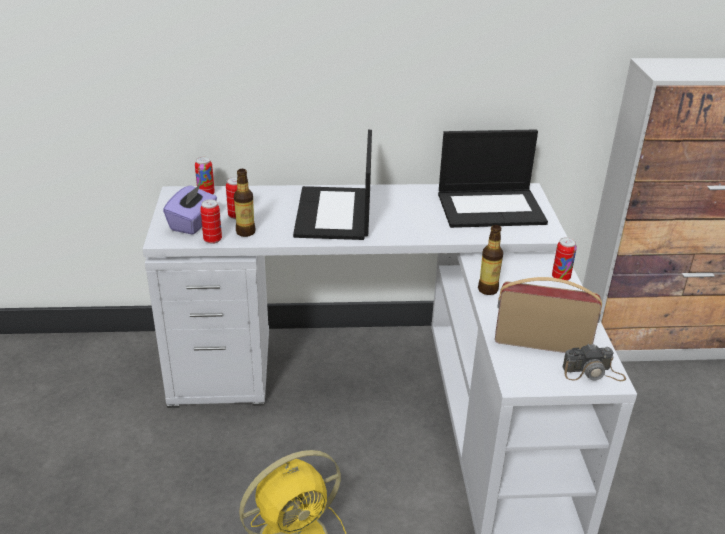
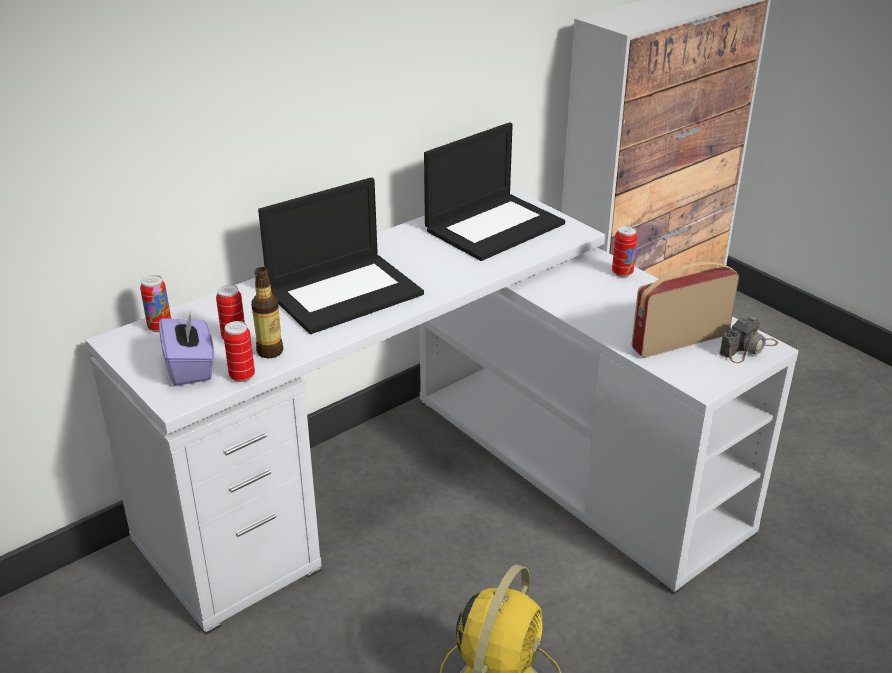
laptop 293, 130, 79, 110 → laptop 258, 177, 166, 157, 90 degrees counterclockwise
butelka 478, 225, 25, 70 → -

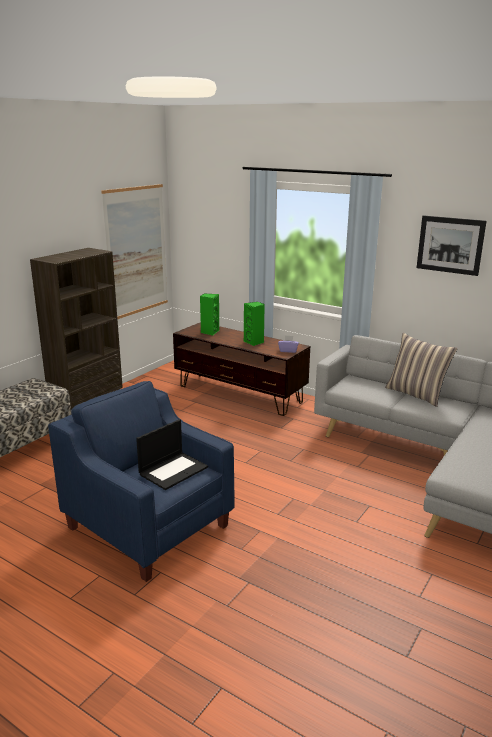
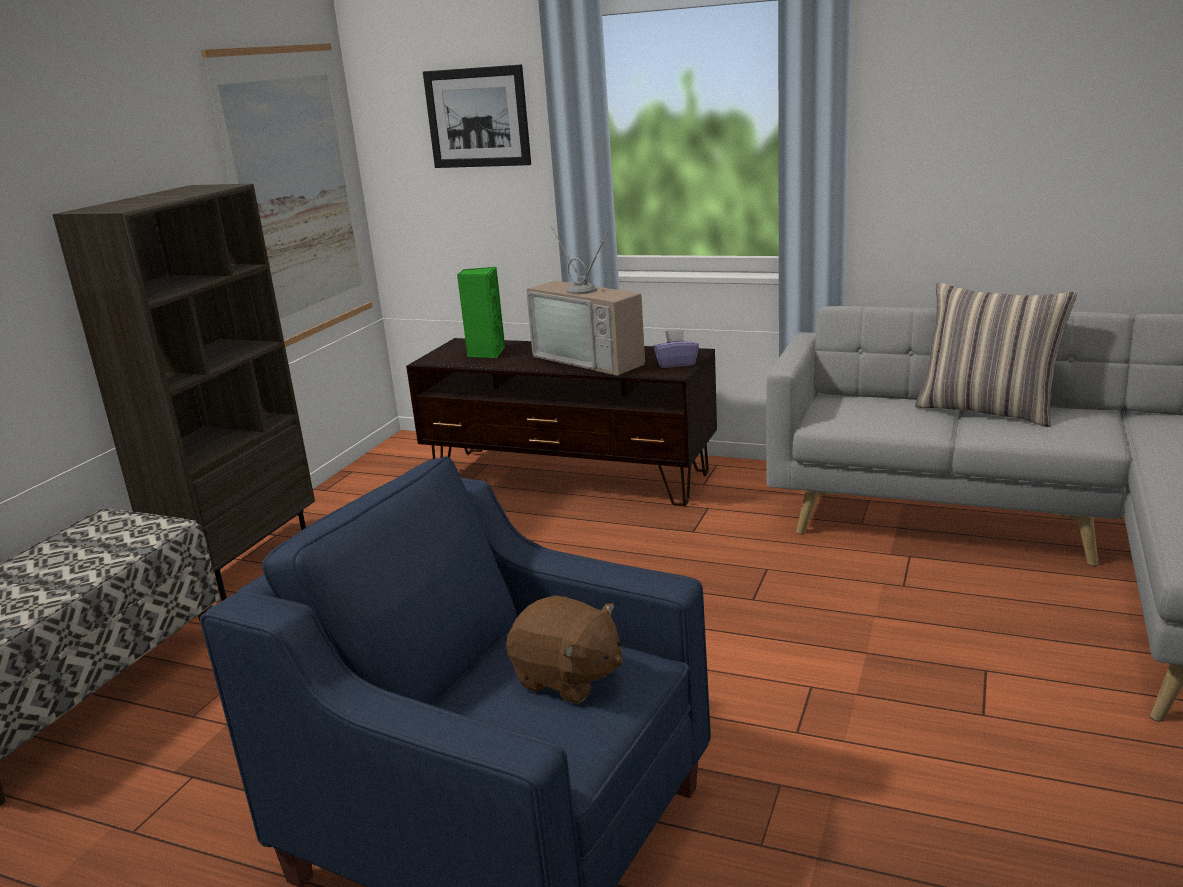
obraz 417, 215, 69, 61 → obraz 423, 64, 108, 104, move
laptop 136, 419, 72, 71 → pluszak (brązowy) 506, 596, 117, 108
głośnik (zielony) 244, 302, 21, 44 → telewizor 527, 226, 118, 149

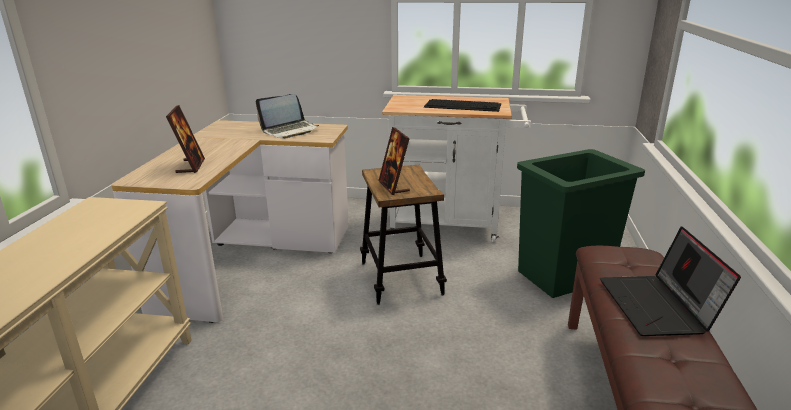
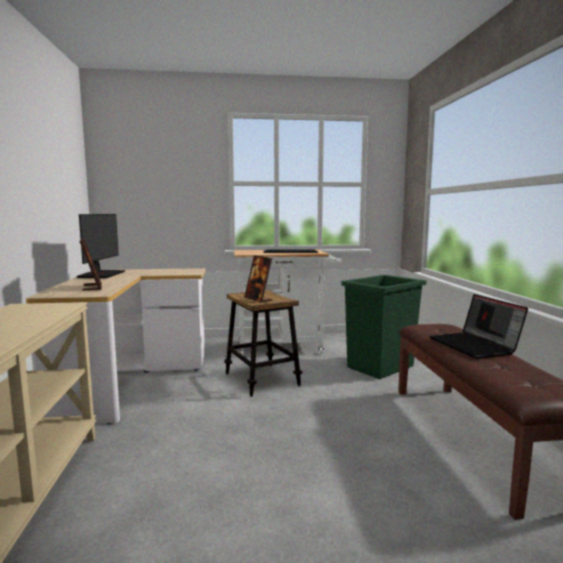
- → monitor 76, 214, 49, 64
laptop 256, 94, 63, 45 → -

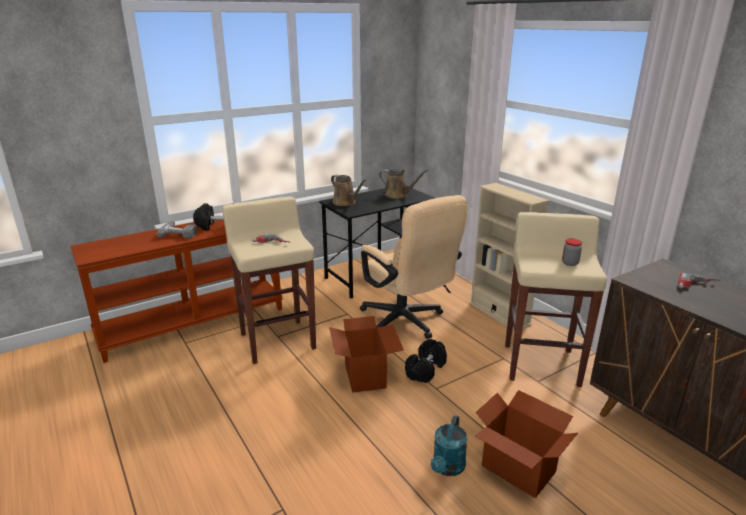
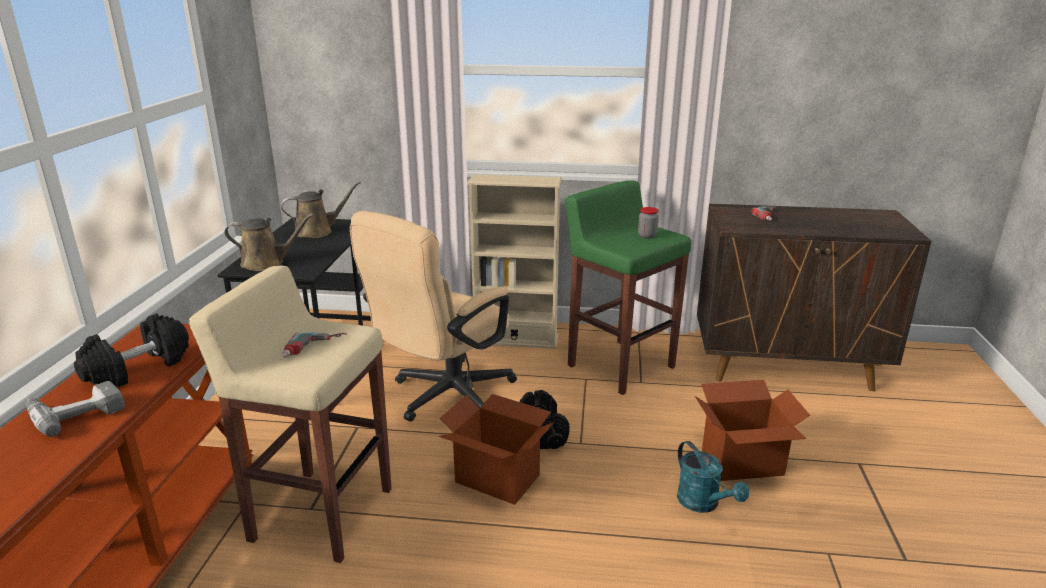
krzesło biurowe (beżowy) 360, 195, 107, 144 → krzesło biurowe (beżowy) 350, 211, 167, 210, 120 degrees clockwise
stołek (beżowy) 505, 212, 102, 175 → stołek (zielony) 565, 180, 126, 215

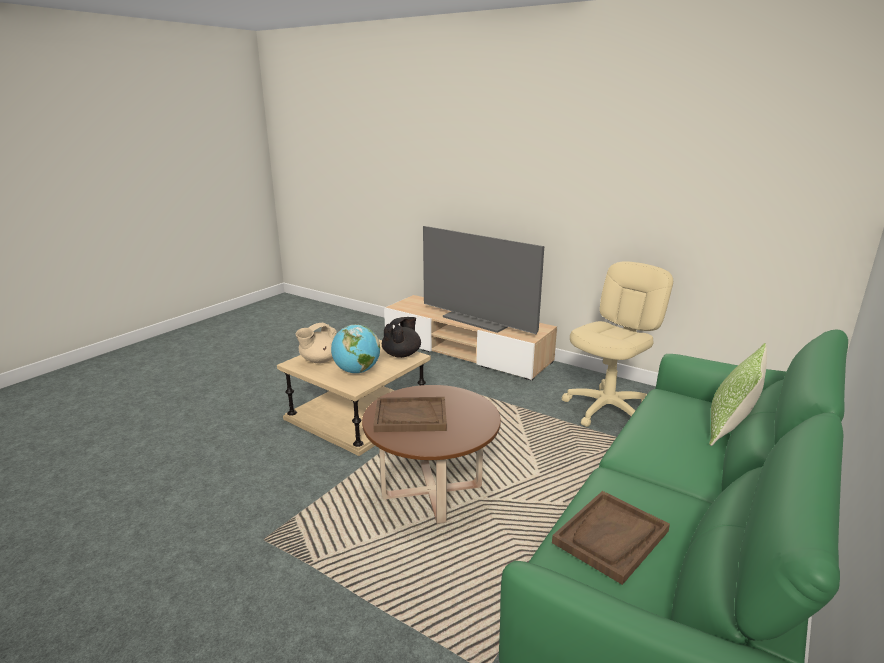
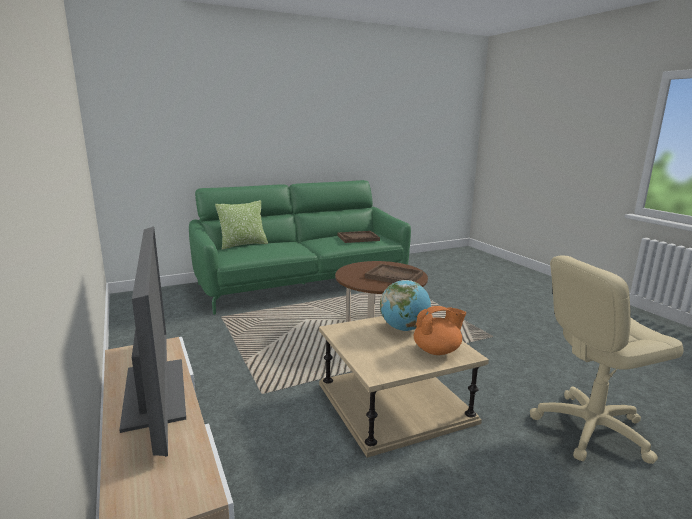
imbryk (beżowy) 296, 322, 41, 41 → imbryk (pomarańczowy) 414, 306, 52, 49
krzesło biurowe (beżowy) 562, 261, 111, 166 → krzesło biurowe (beżowy) 530, 256, 154, 208, move
imbryk (czarny) 382, 317, 39, 41 → -

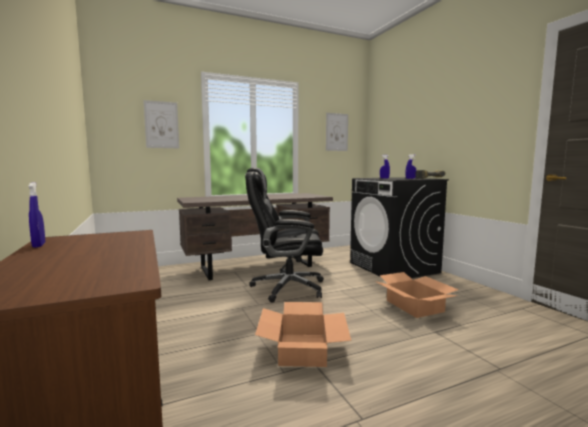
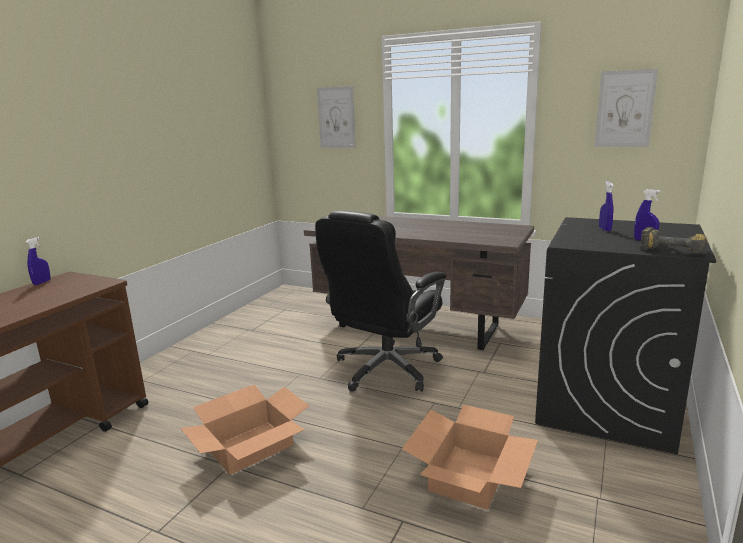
krzesło biurowe (czarny) 245, 167, 79, 136 → krzesło biurowe (czarny) 315, 210, 132, 182, 105 degrees counterclockwise

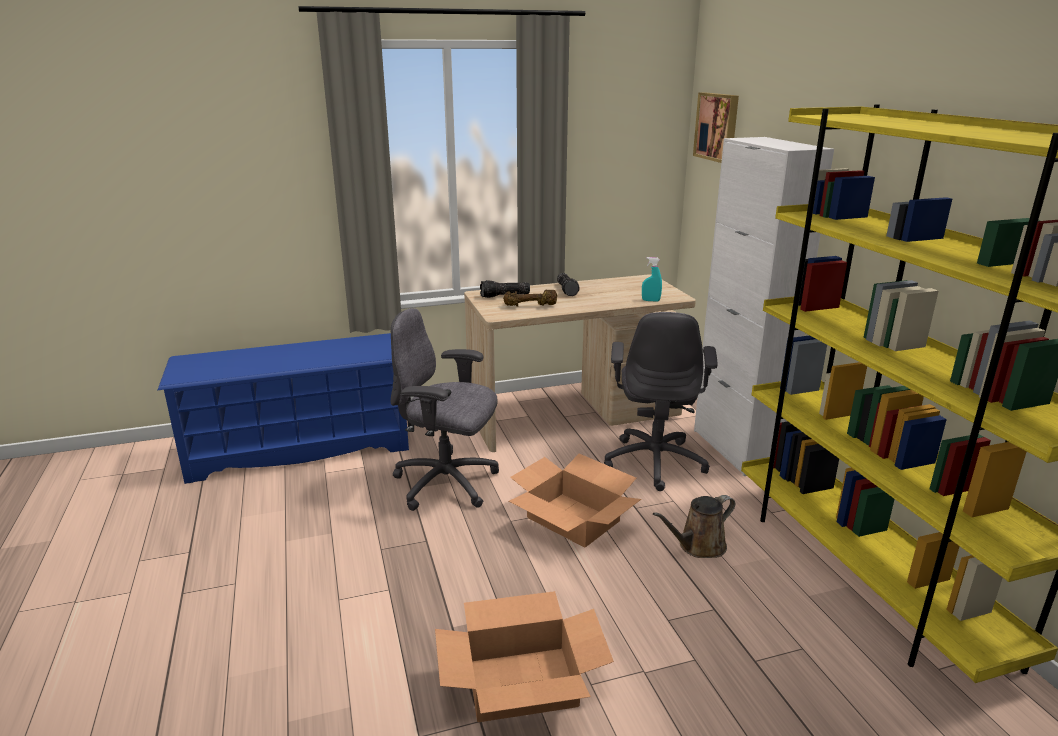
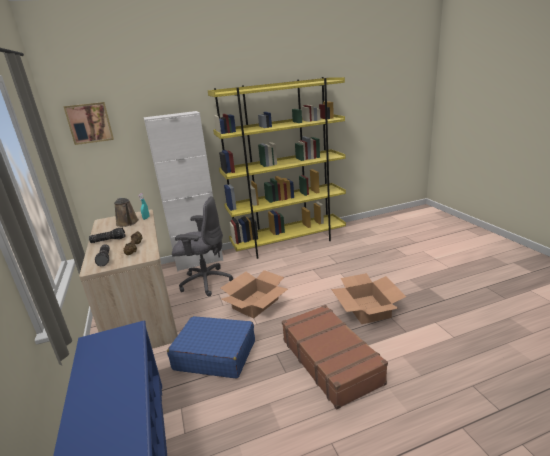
konewka (brązowy) 653, 495, 82, 63 → konewka (brązowy) 114, 197, 25, 30, move
krzesło biurowe (szary) 391, 308, 108, 203 → walizka (niebieski) 167, 316, 88, 62
- → walizka (brązowy) 282, 305, 106, 104

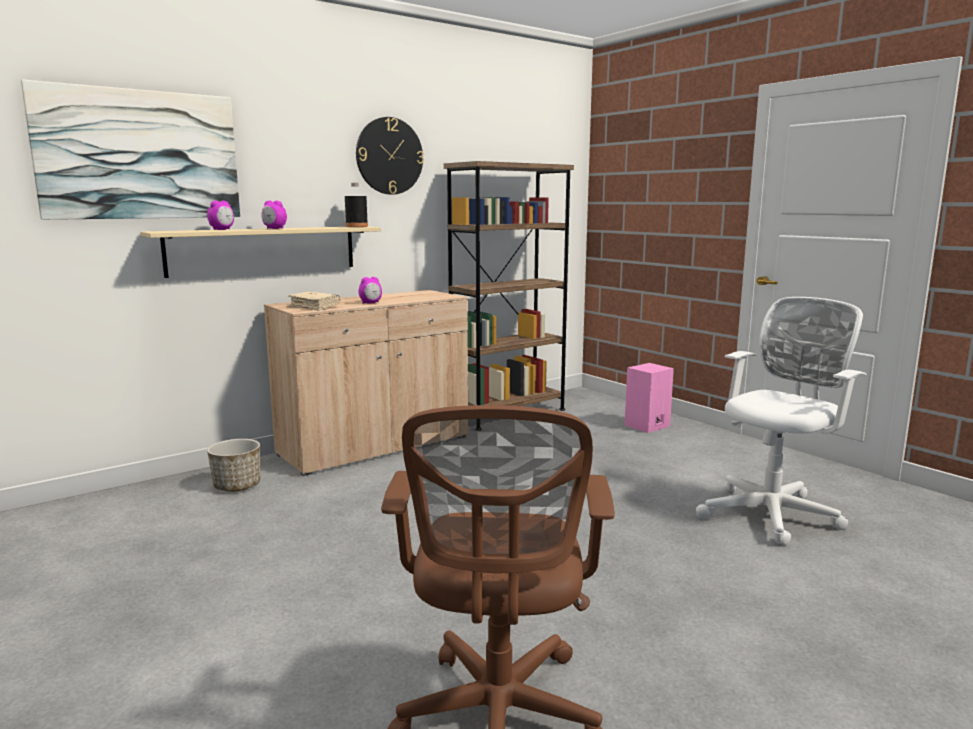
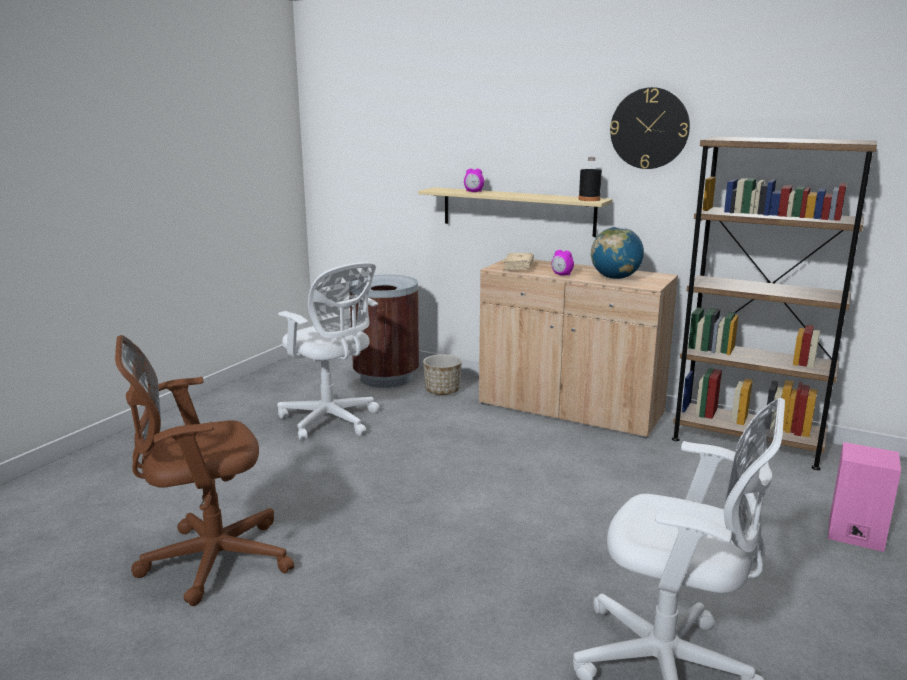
- → krzesło biurowe (biały) 277, 262, 102, 178
- → kosz na śmieci (brązowy) 350, 275, 69, 113
- → globus 591, 227, 53, 52
obraz 21, 79, 219, 141 → -
budzik 261, 201, 26, 28 → -

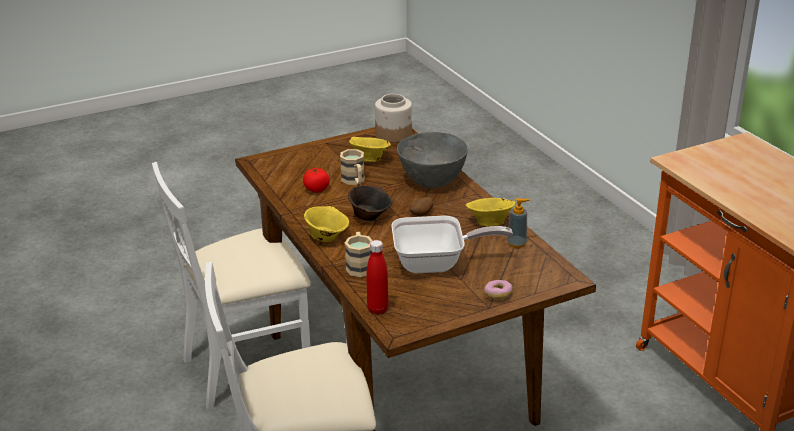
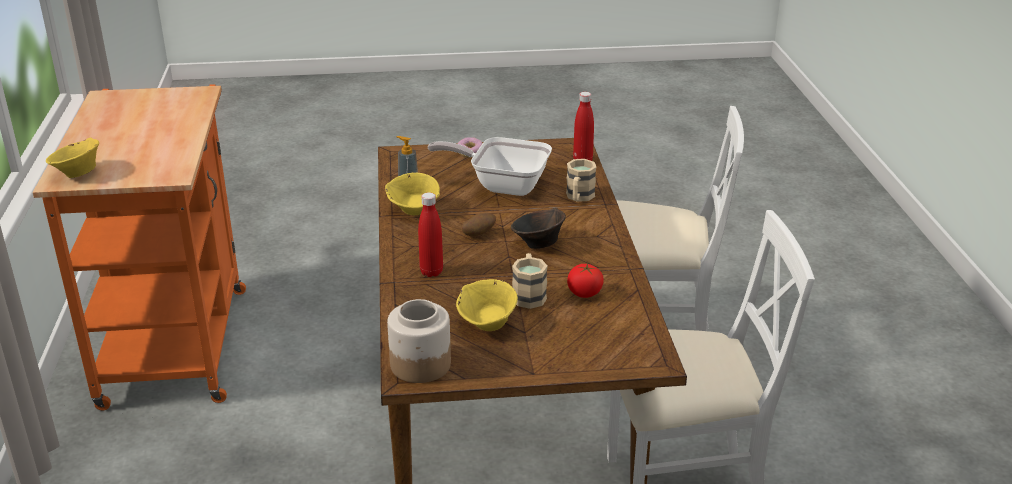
miska (żółty) 304, 206, 45, 36 → miska (żółty) 46, 137, 53, 41, move
miska (szary) 397, 132, 71, 56 → butelka (czerwony) 418, 193, 25, 84

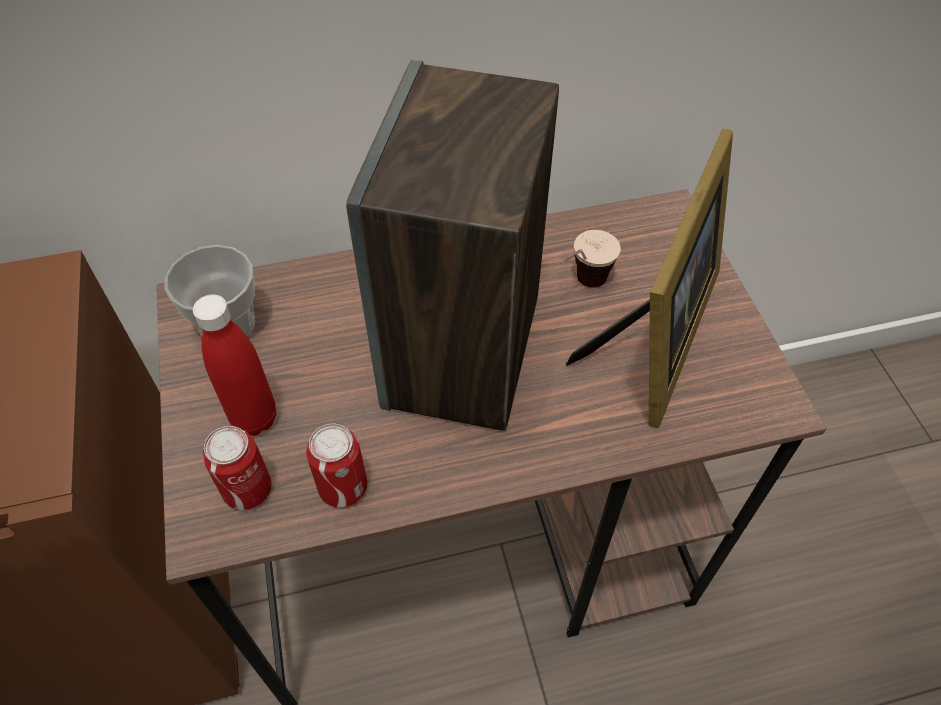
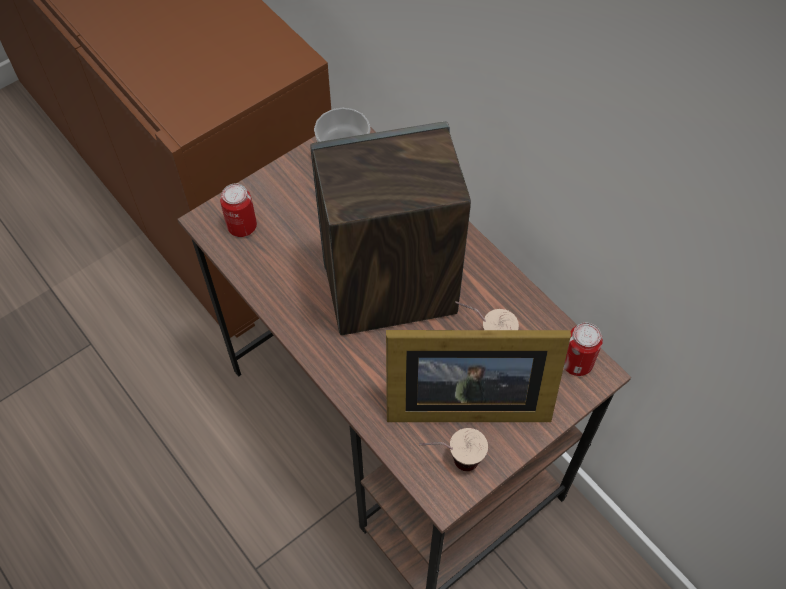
- → filiżanka 419, 428, 69, 43
puszka 306, 423, 62, 85 → puszka 564, 322, 39, 54, move
butelka (czerwony) 193, 294, 83, 142 → -

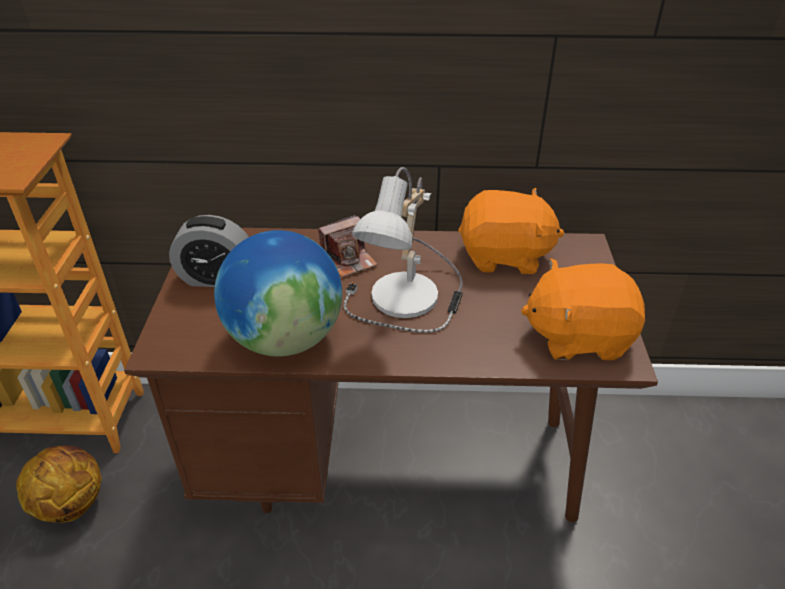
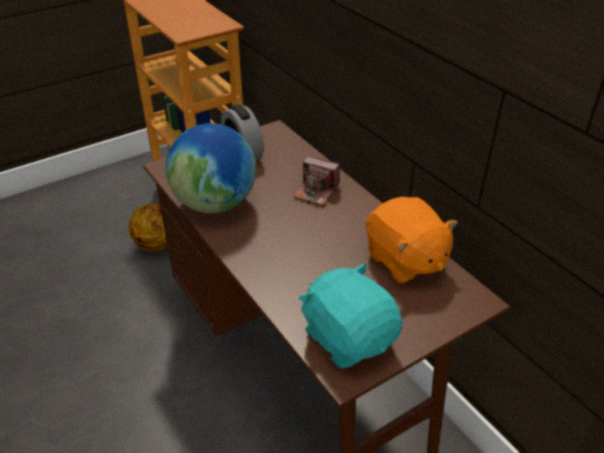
pluszak (pomarańczowy) 521, 258, 124, 102 → pluszak (turkusowy) 299, 263, 104, 105
lampa stołowa 343, 167, 120, 166 → -

